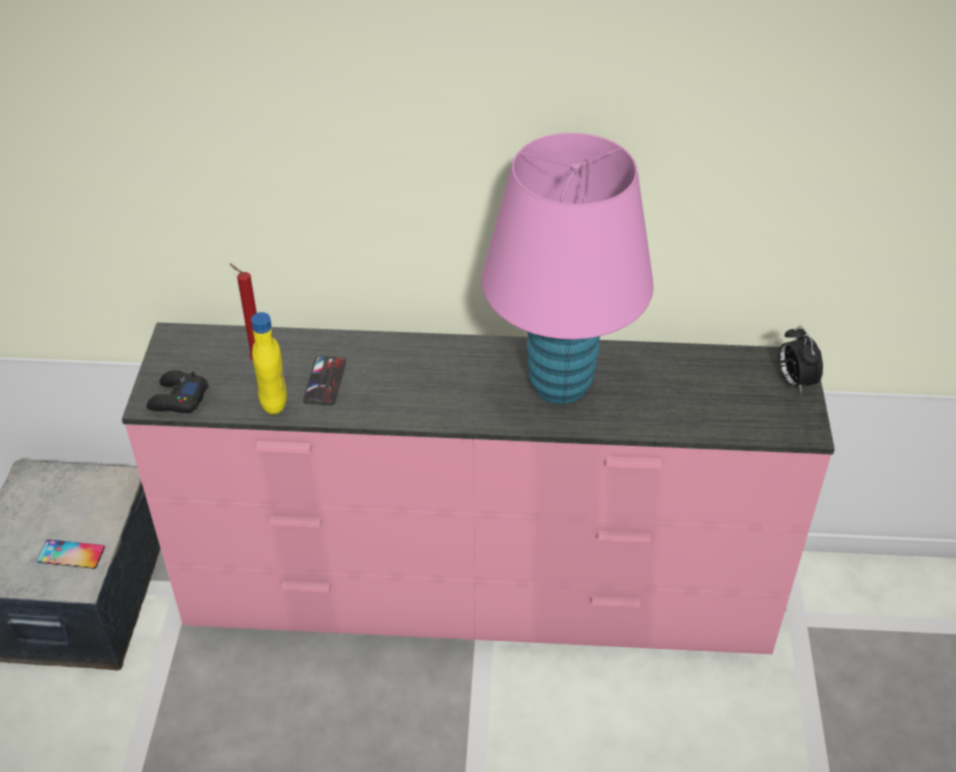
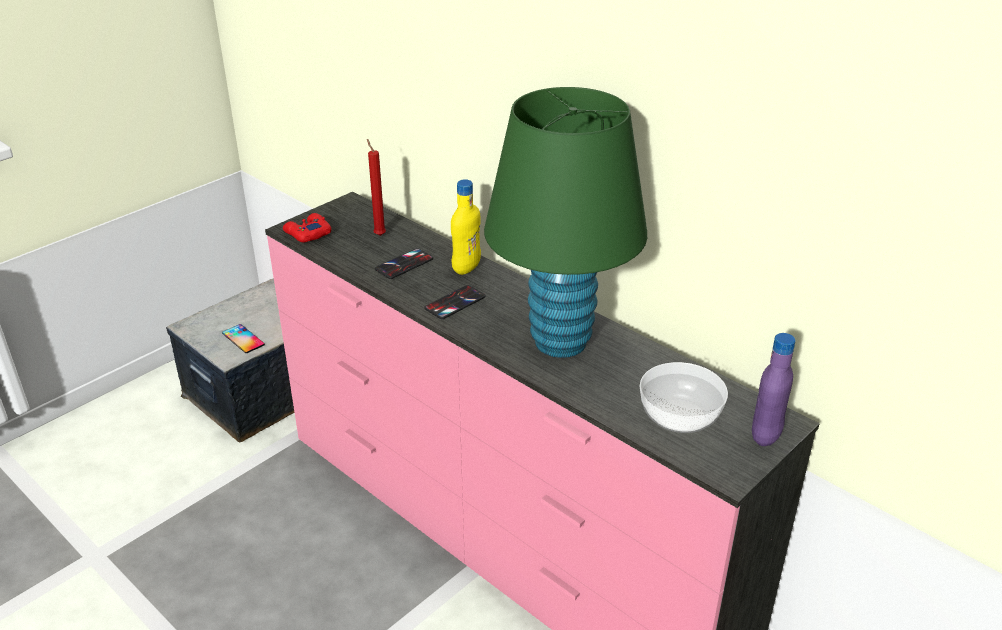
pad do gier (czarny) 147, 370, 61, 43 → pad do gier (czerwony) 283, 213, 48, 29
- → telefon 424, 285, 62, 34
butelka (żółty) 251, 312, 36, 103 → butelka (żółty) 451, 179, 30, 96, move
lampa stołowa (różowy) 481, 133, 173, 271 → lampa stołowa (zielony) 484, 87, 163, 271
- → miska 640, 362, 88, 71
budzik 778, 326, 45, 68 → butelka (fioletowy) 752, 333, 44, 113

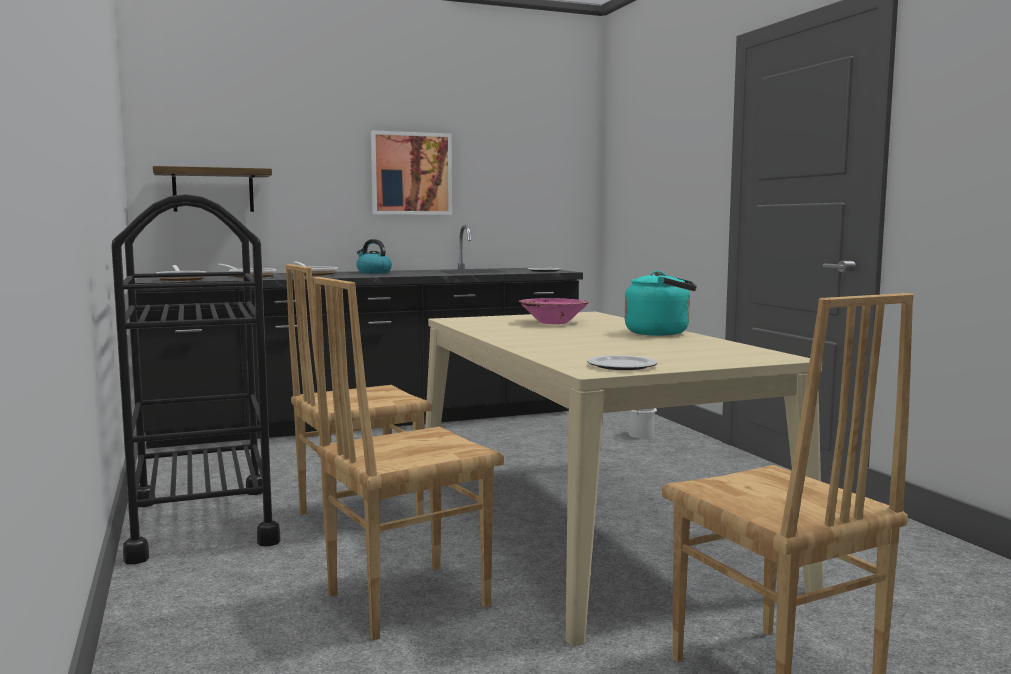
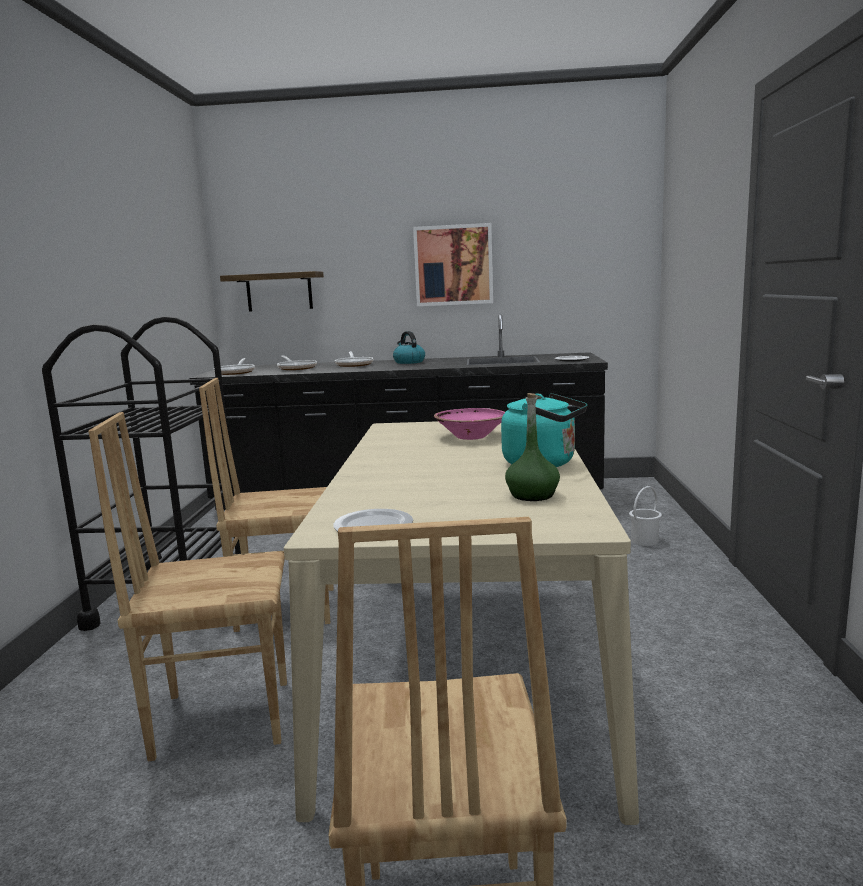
- → butelka (zielony) 505, 393, 55, 108

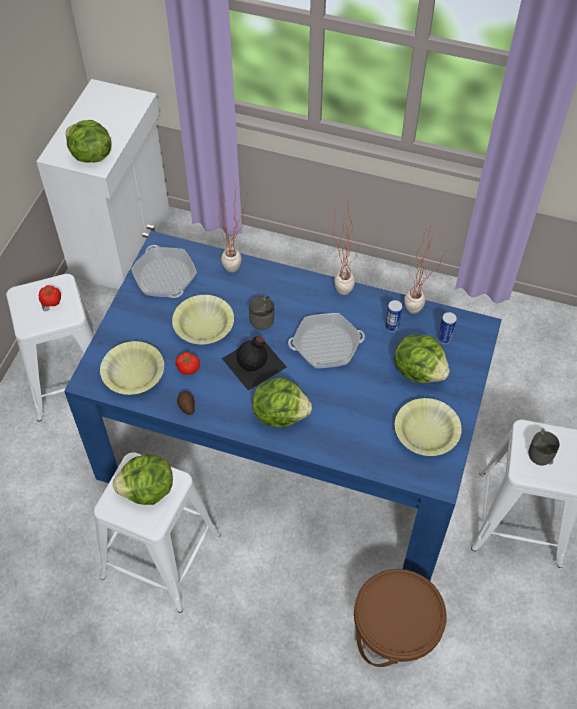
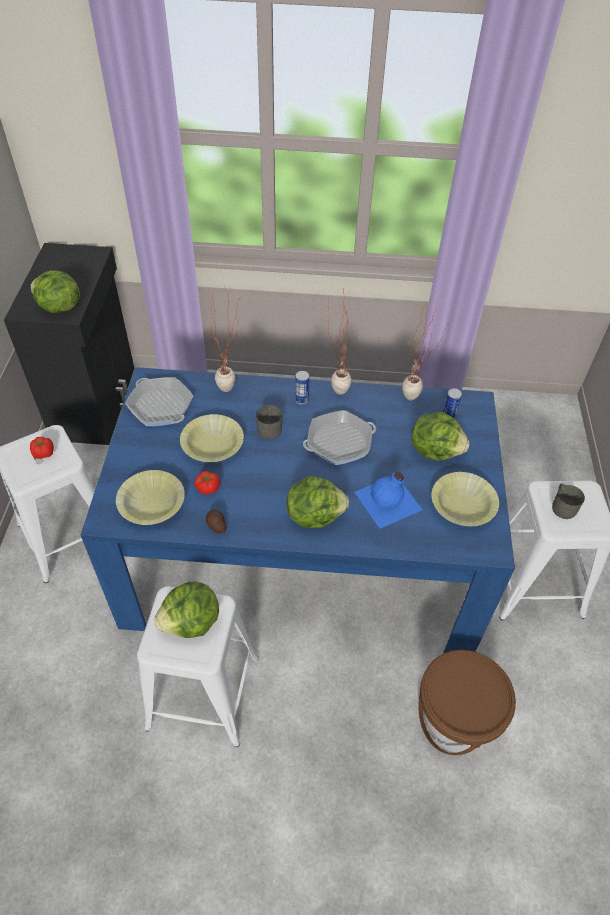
szafka (biały) 36, 79, 134, 210 → szafka (czarny) 4, 243, 130, 202
puszka 385, 300, 17, 32 → puszka 295, 371, 14, 34, move
- → butelka (niebieski) 355, 472, 67, 57
butelka (czarny) 222, 336, 65, 55 → -

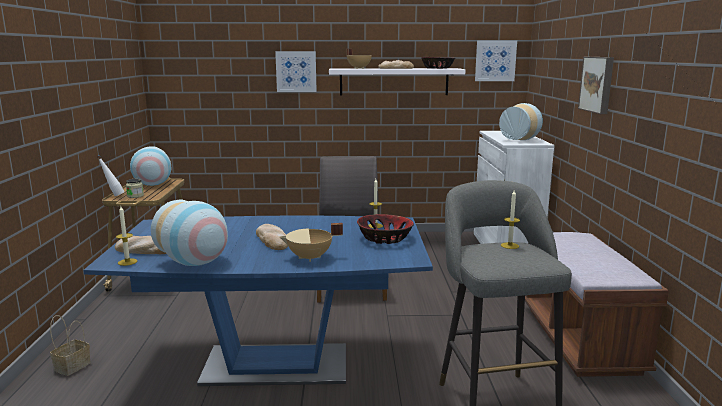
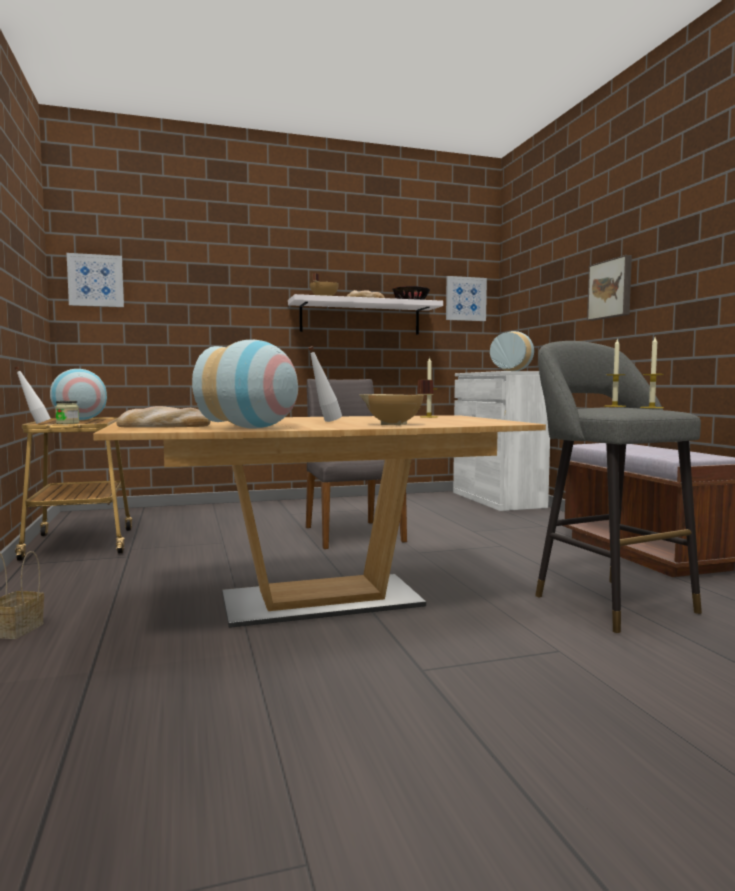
obraz 275, 51, 42, 41 → obraz 67, 253, 57, 54, move
stół jadalny (niebieski) 83, 215, 350, 171 → stół jadalny (brązowy) 93, 415, 453, 213
chleb 256, 224, 32, 26 → butelka (biały) 308, 346, 34, 76
świeca 116, 206, 21, 60 → świeca 640, 337, 24, 71, move
miska 357, 214, 57, 30 → -

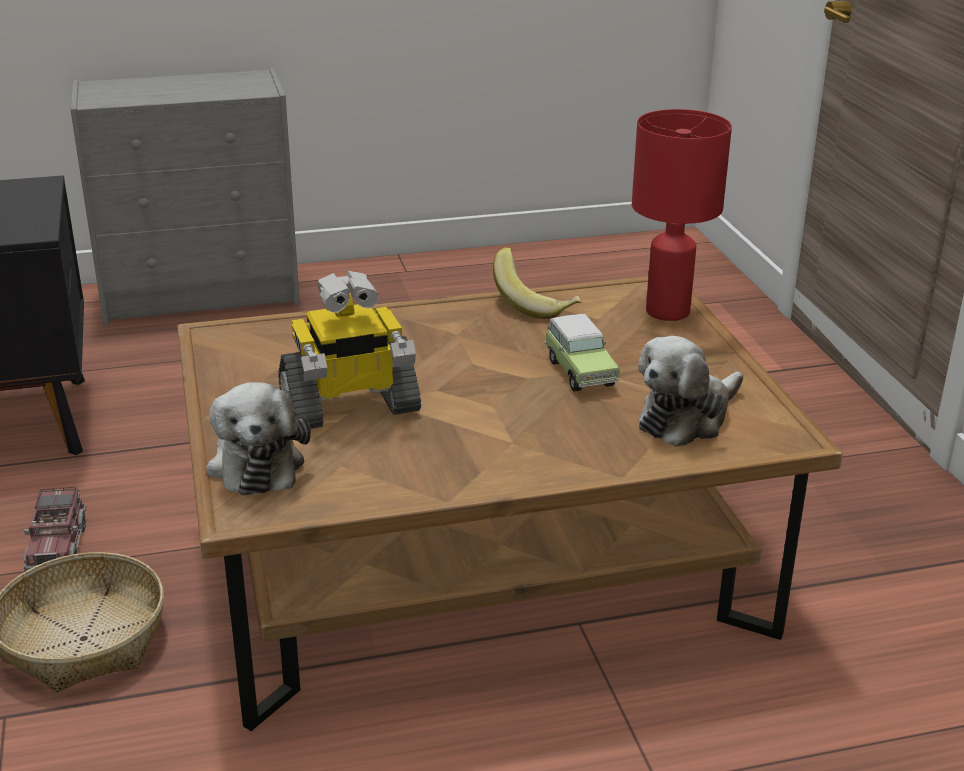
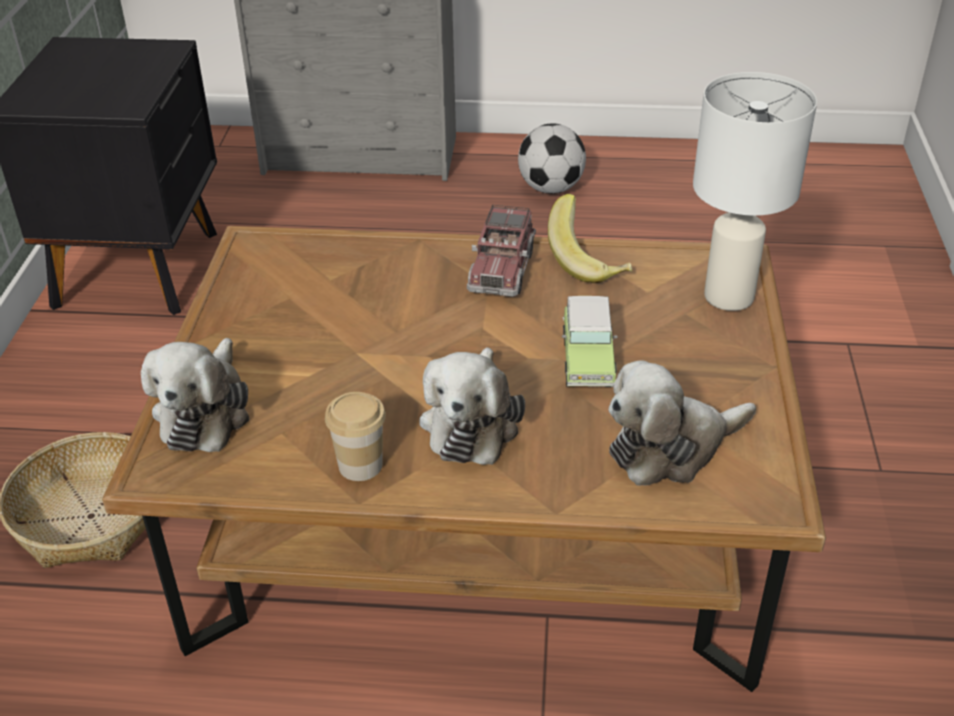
- → filiżanka 325, 392, 61, 89
- → pluszak 419, 347, 106, 118
ciężarówka zabawkowa 24, 487, 63, 84 → ciężarówka zabawkowa 467, 205, 69, 92, move
- → piłka futbolowa 518, 124, 68, 70
lampa stołowa (czerwony) 632, 109, 100, 212 → lampa stołowa (biały) 693, 72, 124, 239
robot zabawkowy 278, 271, 143, 158 → -

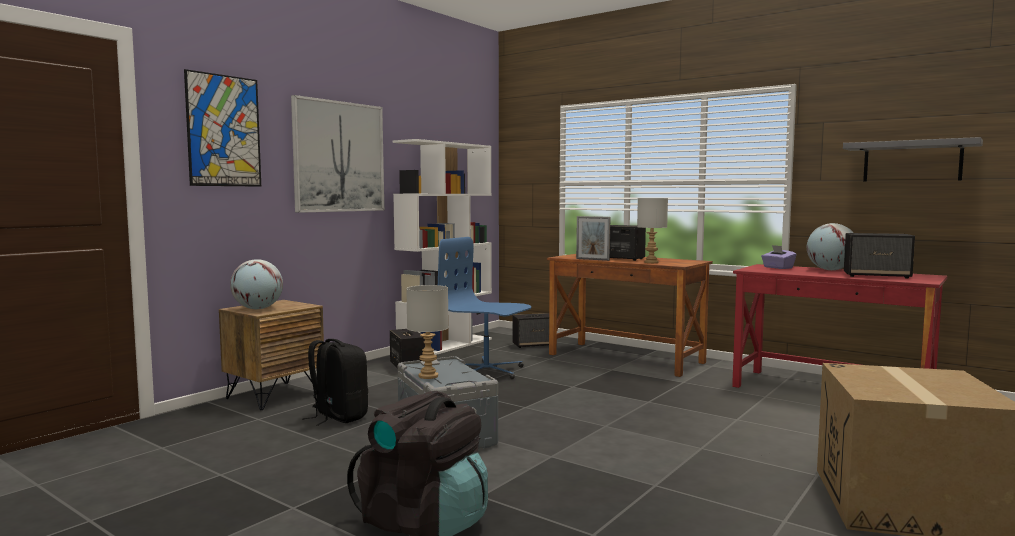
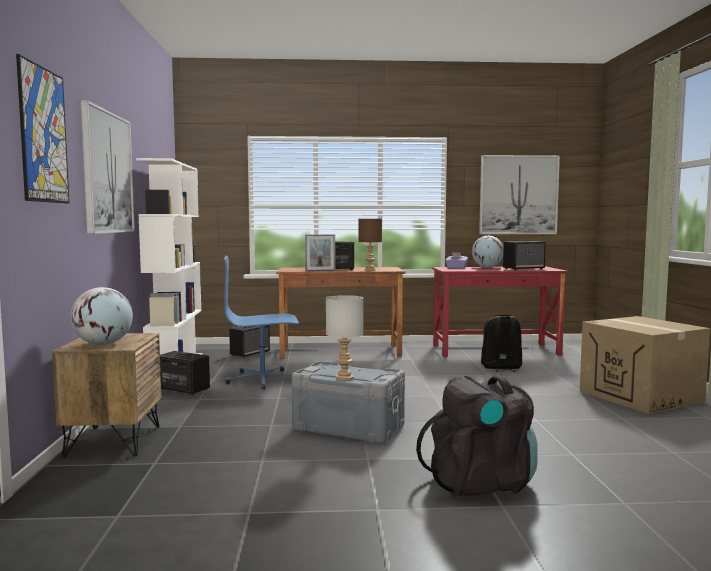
lampa stołowa (szary) 637, 198, 31, 65 → lampa stołowa (brązowy) 358, 219, 24, 52
półka (szary) 843, 137, 140, 45 → obraz 479, 155, 81, 79
plecak (czarny) 302, 339, 66, 87 → plecak (czarny) 481, 314, 41, 58, move

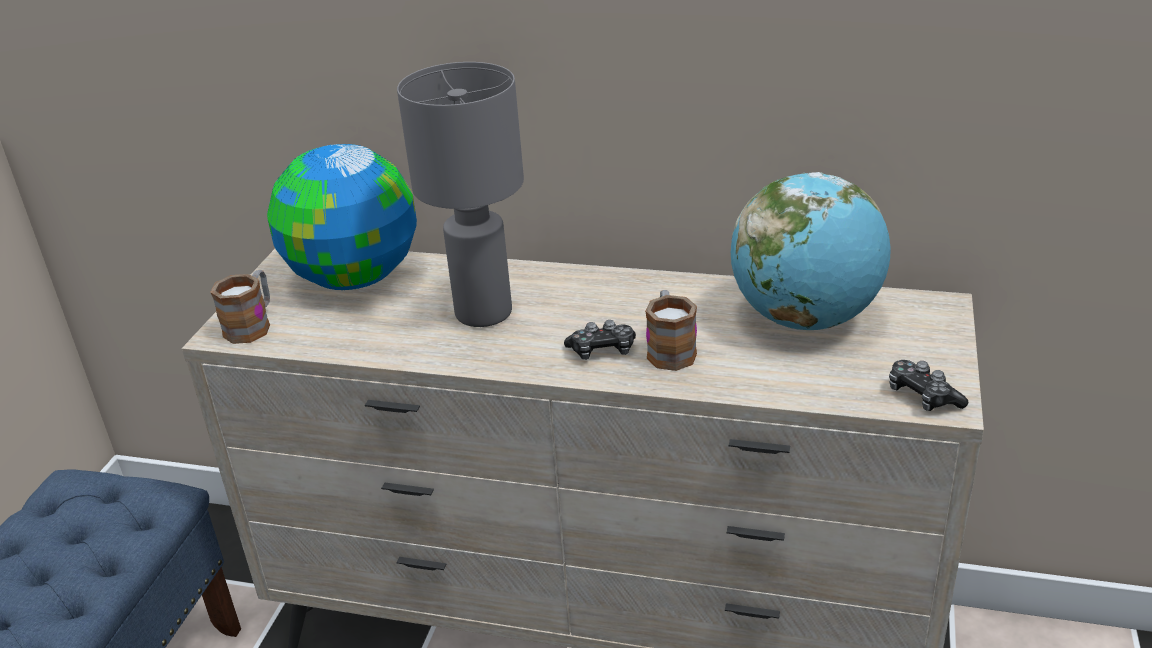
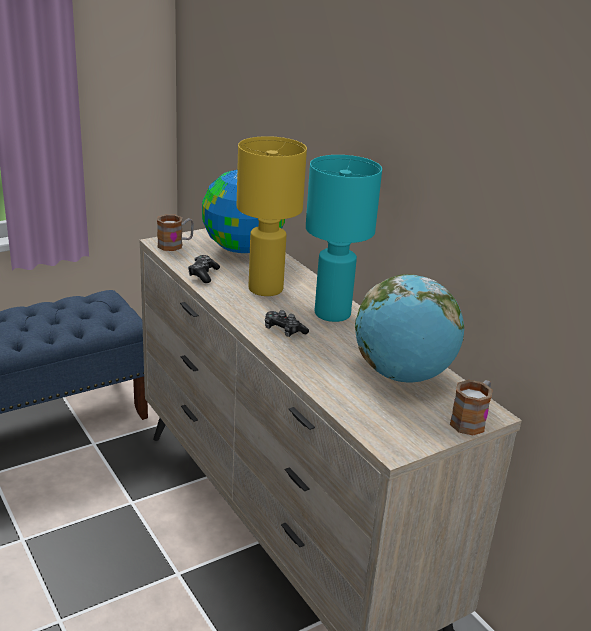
pad do gier 889, 360, 79, 51 → pad do gier 188, 255, 32, 28, move
lampa stołowa (szary) 397, 62, 127, 265 → lampa stołowa (żółty) 237, 136, 70, 160
- → lampa stołowa (turkusowy) 306, 155, 76, 167
kubek 645, 290, 52, 81 → kubek 450, 380, 42, 55, move

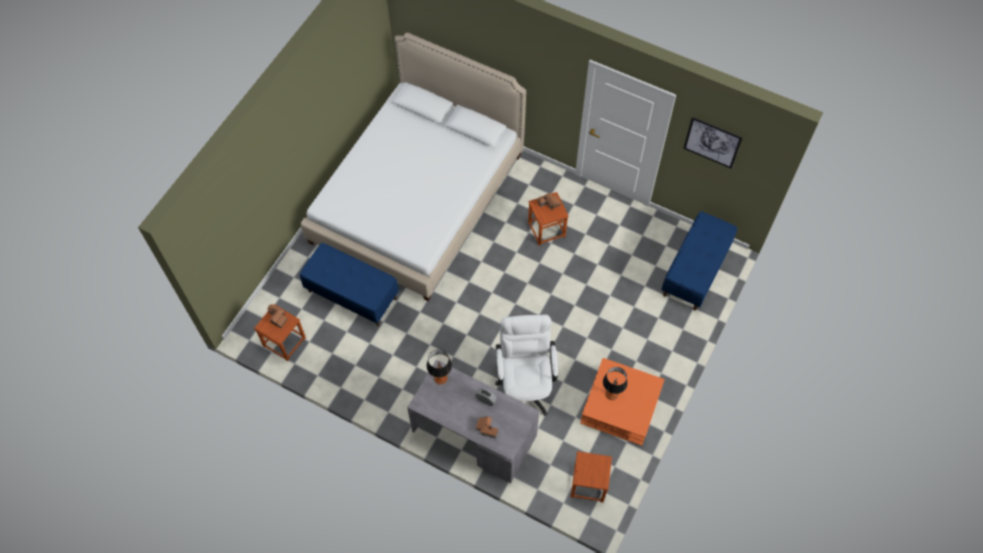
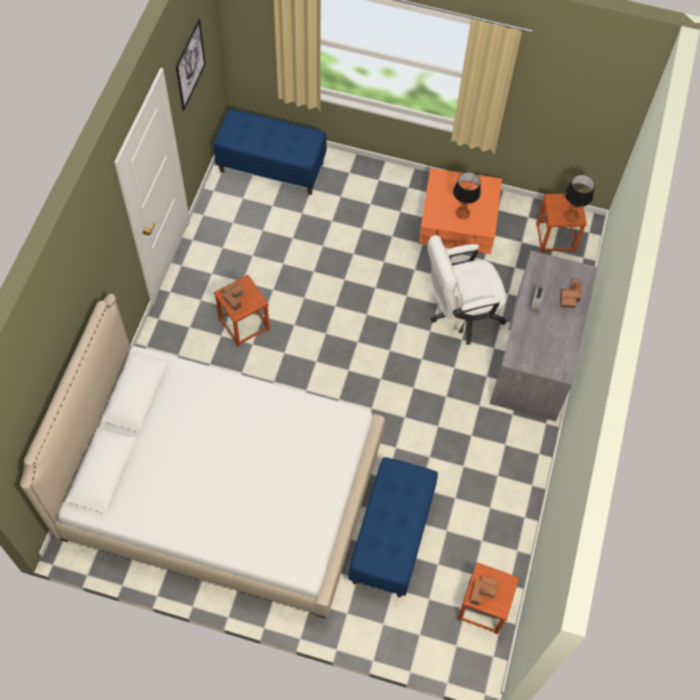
lampa stołowa 426, 349, 26, 36 → lampa stołowa 565, 174, 30, 48, move

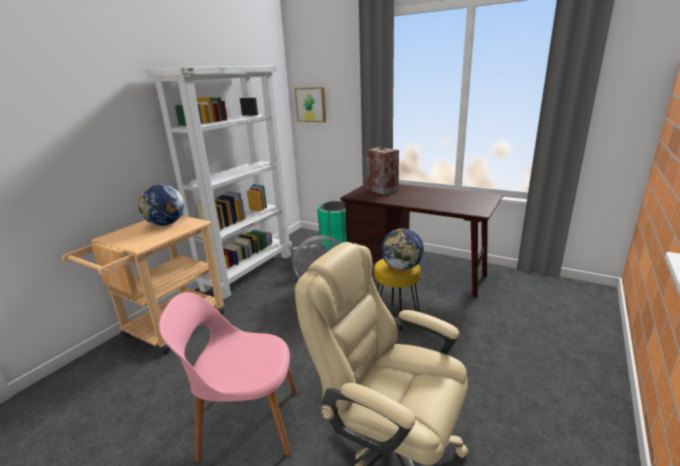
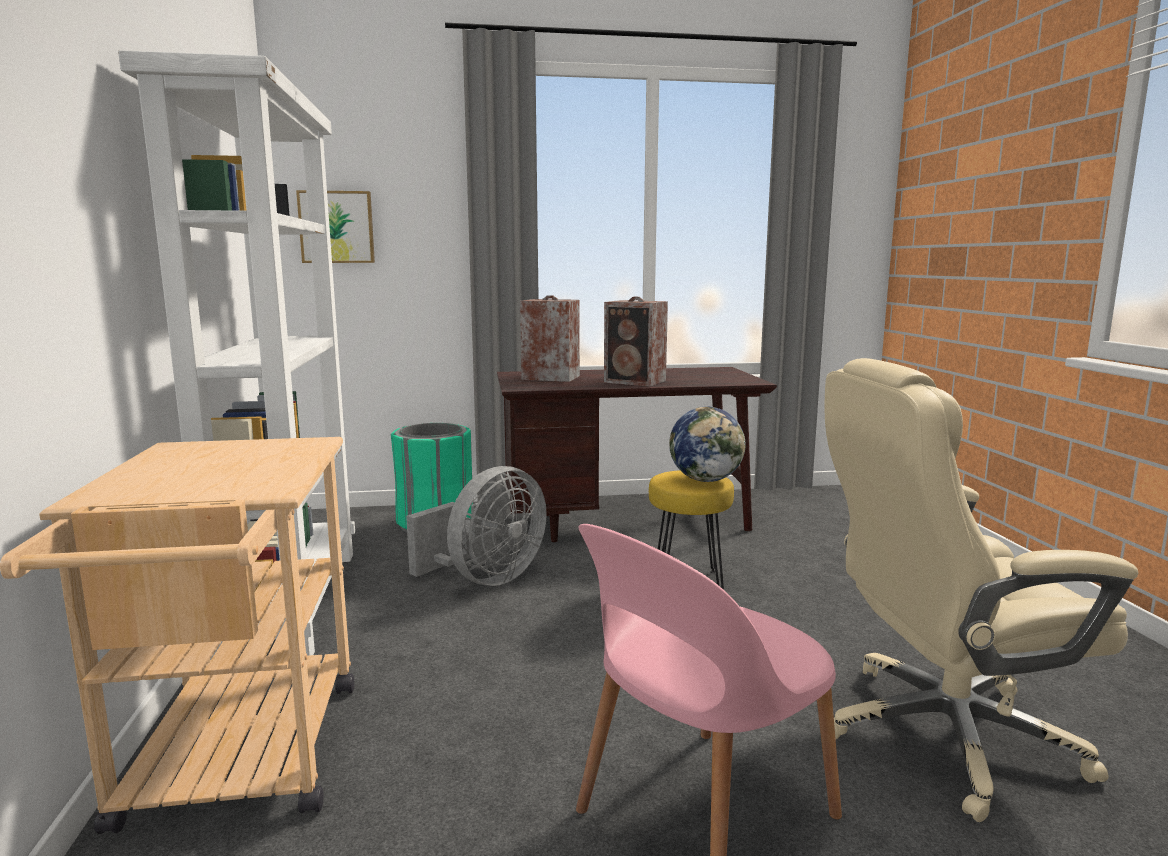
- → głośnik 604, 297, 64, 90
globus 138, 184, 46, 42 → -

